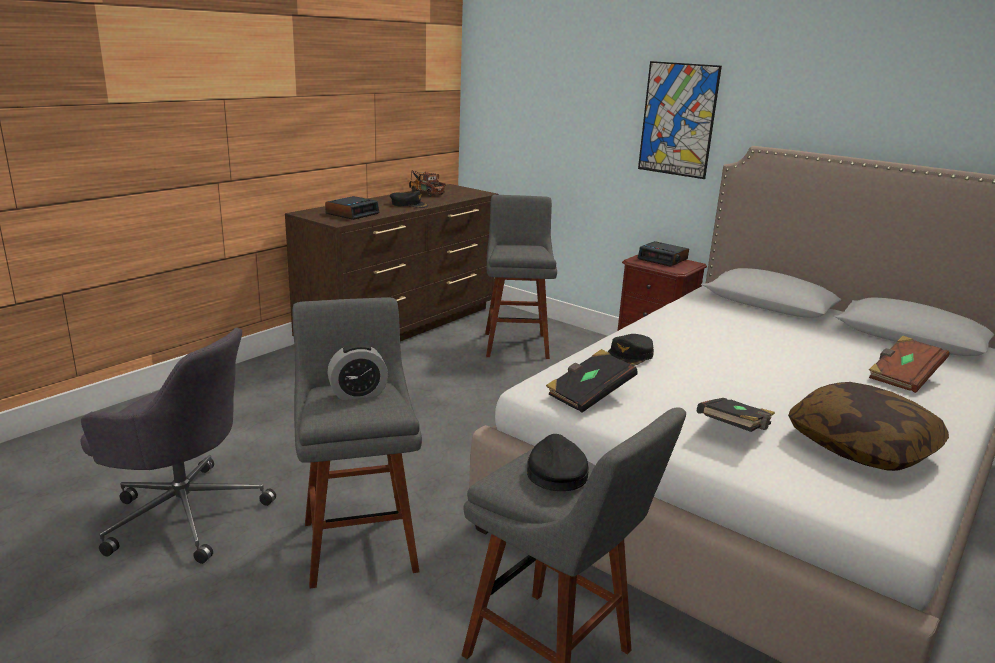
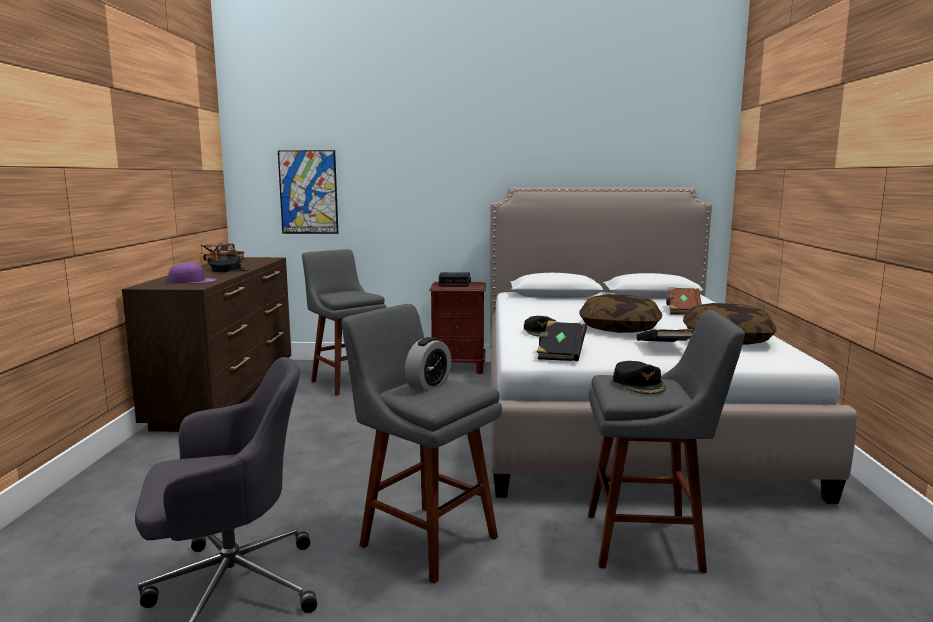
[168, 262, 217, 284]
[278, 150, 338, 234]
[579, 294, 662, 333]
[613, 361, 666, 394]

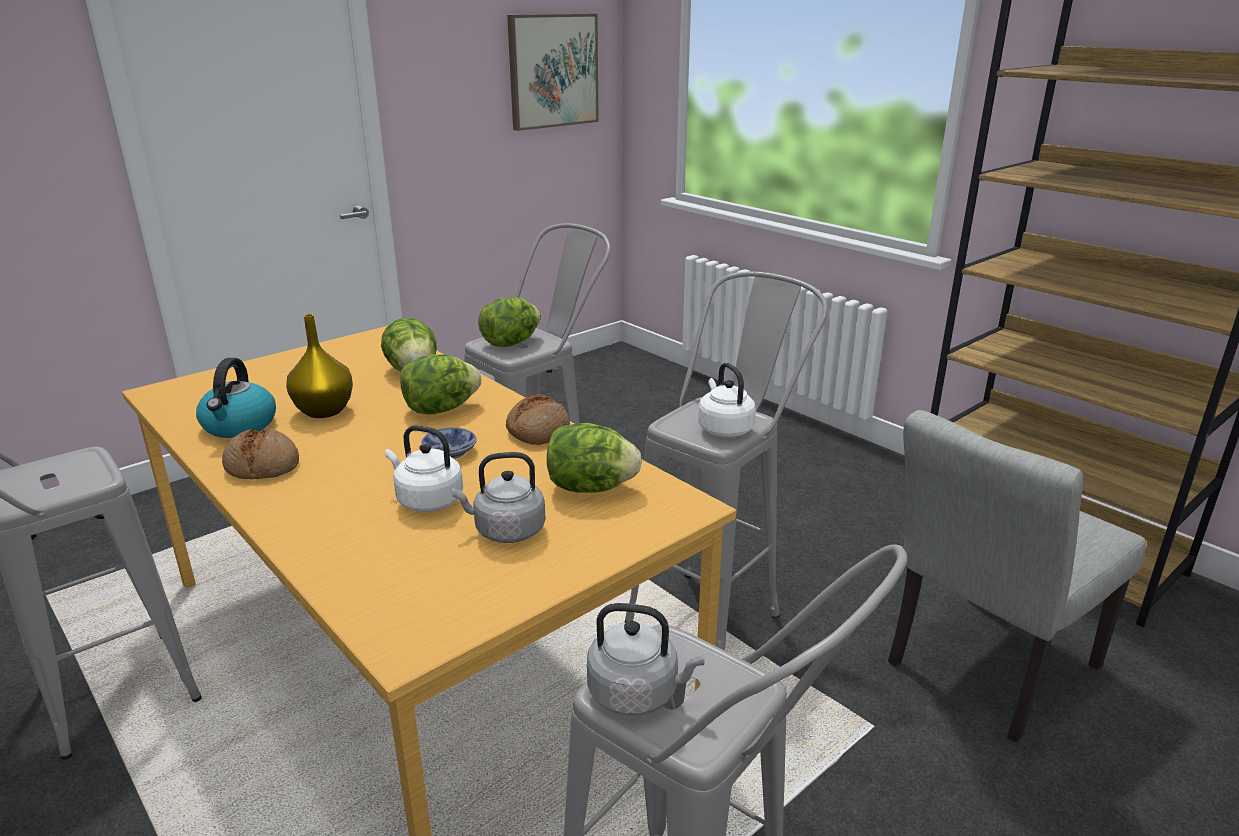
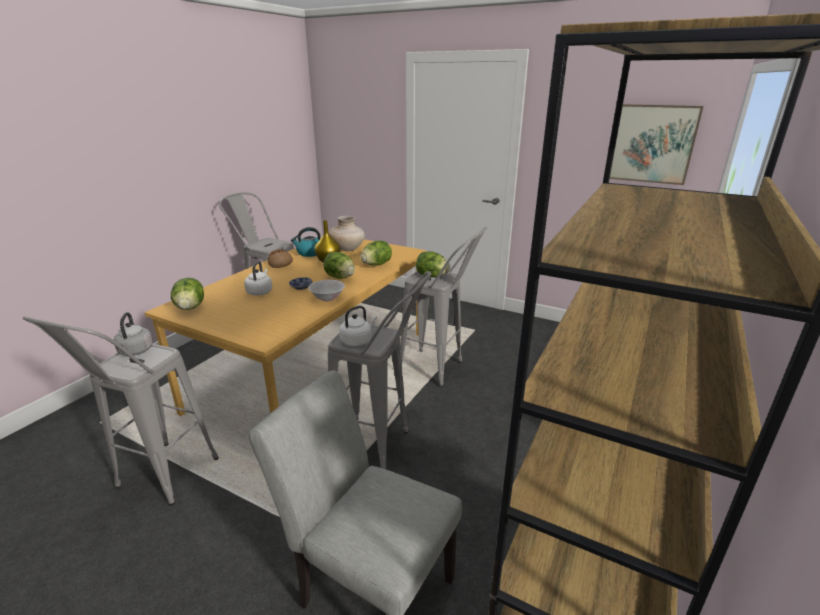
[171, 278, 204, 310]
[308, 280, 345, 301]
[329, 216, 365, 251]
[452, 452, 545, 543] (first image)

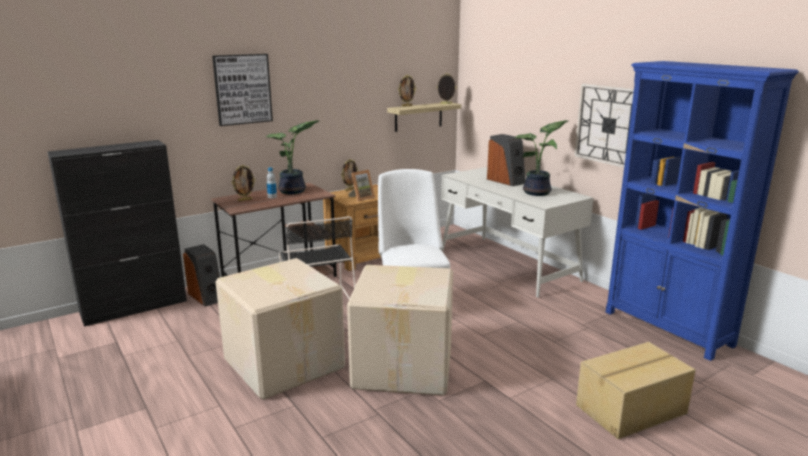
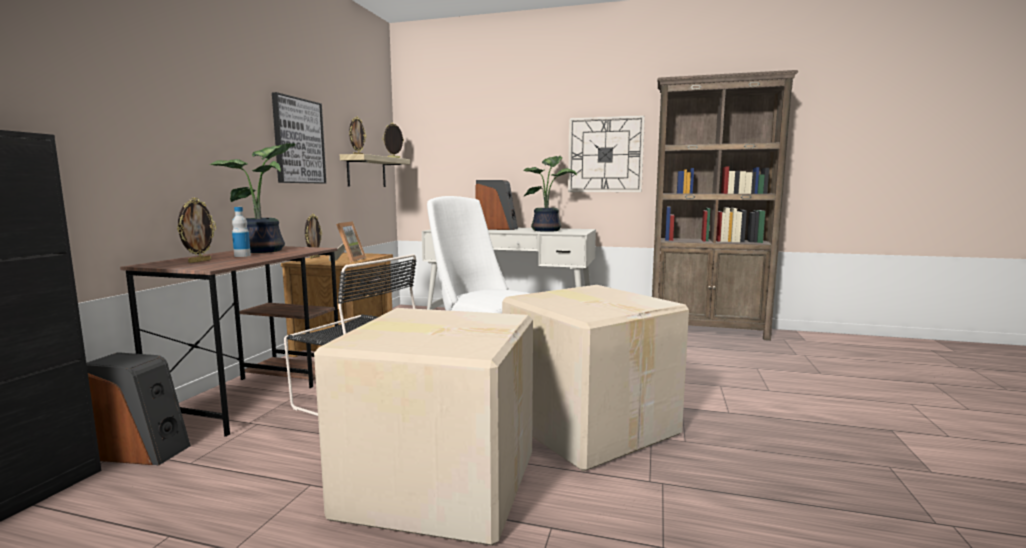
[272, 92, 326, 183]
[652, 70, 798, 341]
[576, 342, 696, 439] (first image)

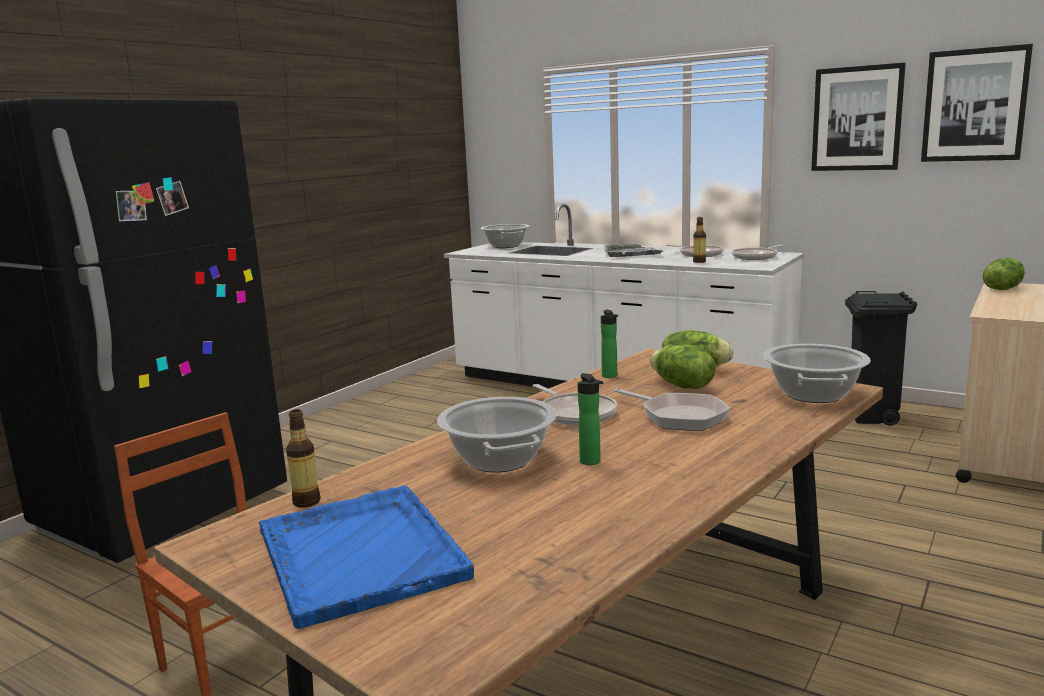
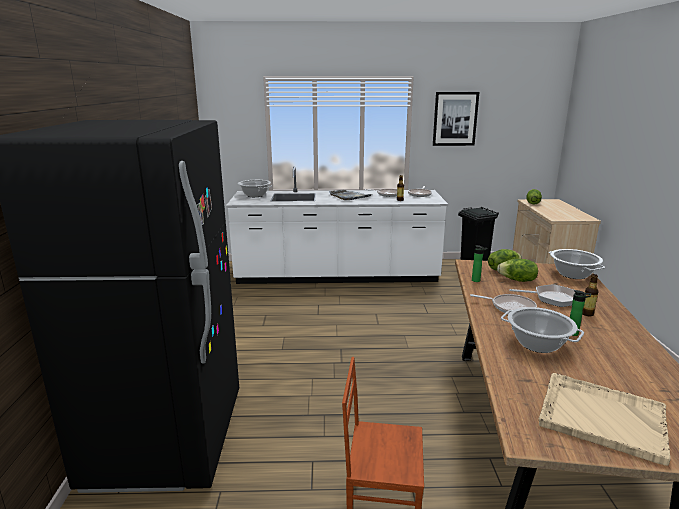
[539, 373, 671, 466]
[582, 274, 598, 316]
[921, 44, 1033, 162] (first image)

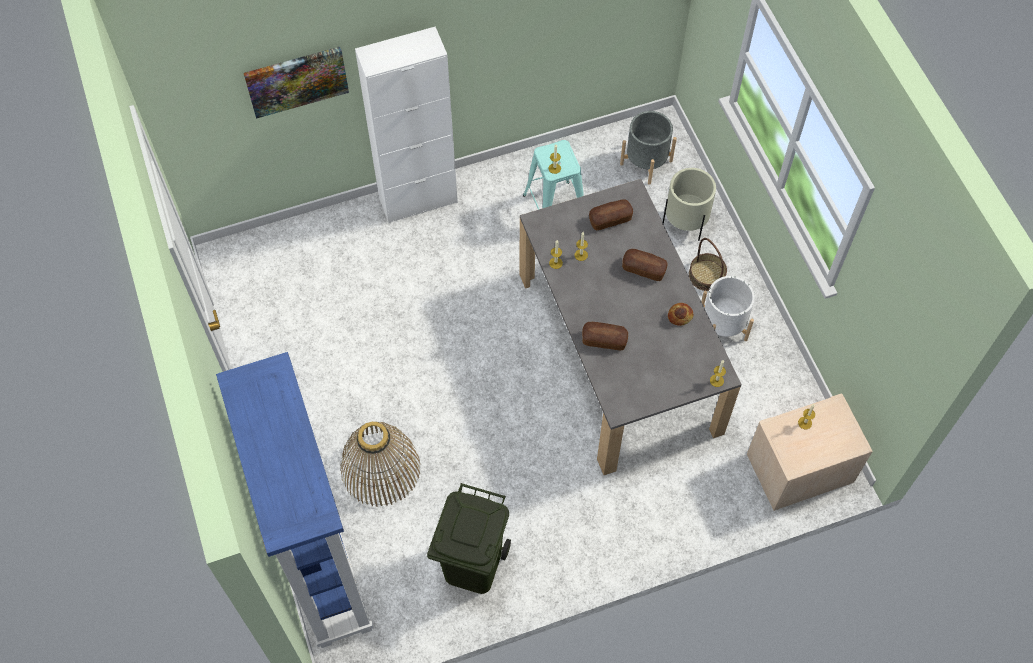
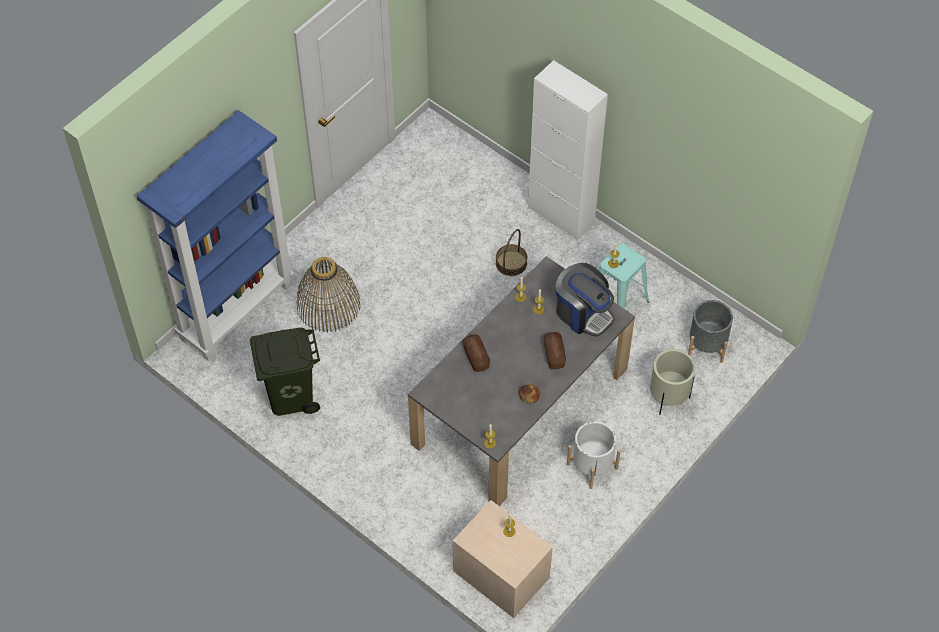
[496, 229, 527, 276]
[555, 263, 615, 337]
[244, 47, 349, 119] (first image)

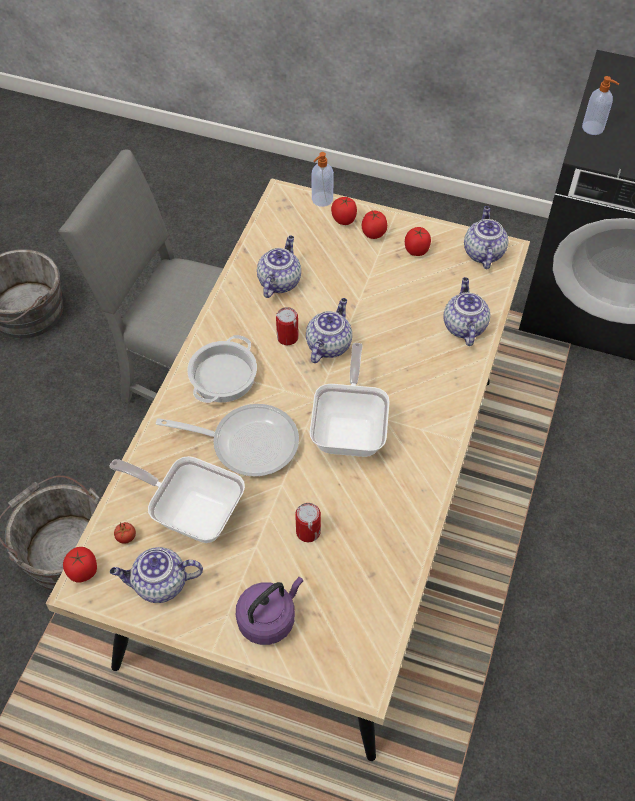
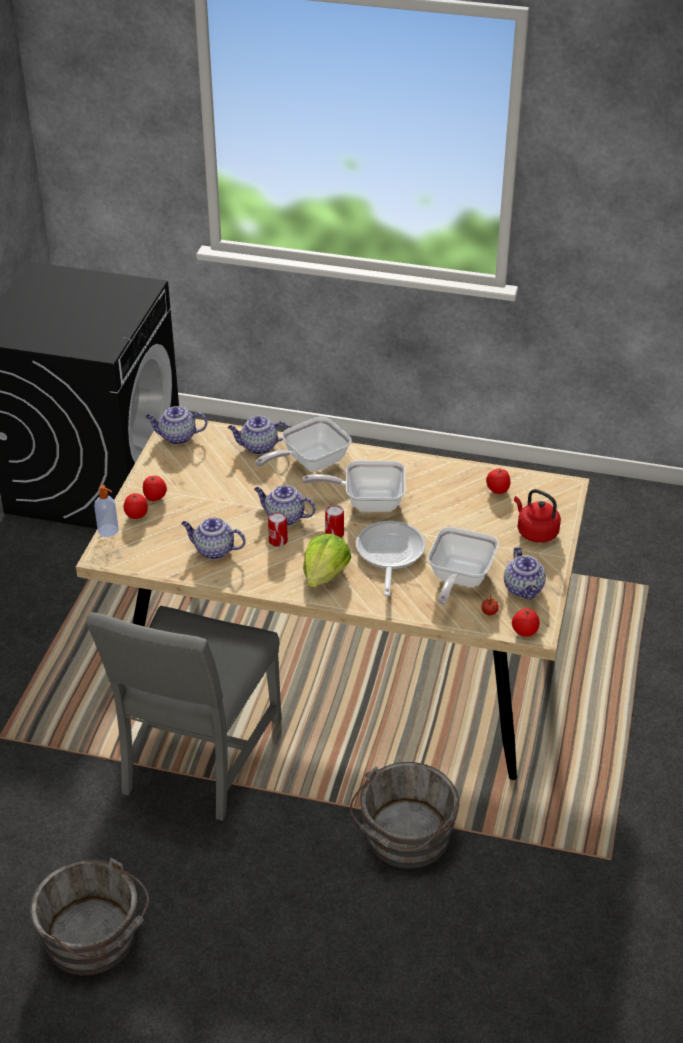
[256, 417, 351, 472]
[303, 534, 351, 588]
[325, 505, 344, 538]
[486, 469, 510, 494]
[514, 489, 561, 543]
[582, 76, 619, 135] (first image)

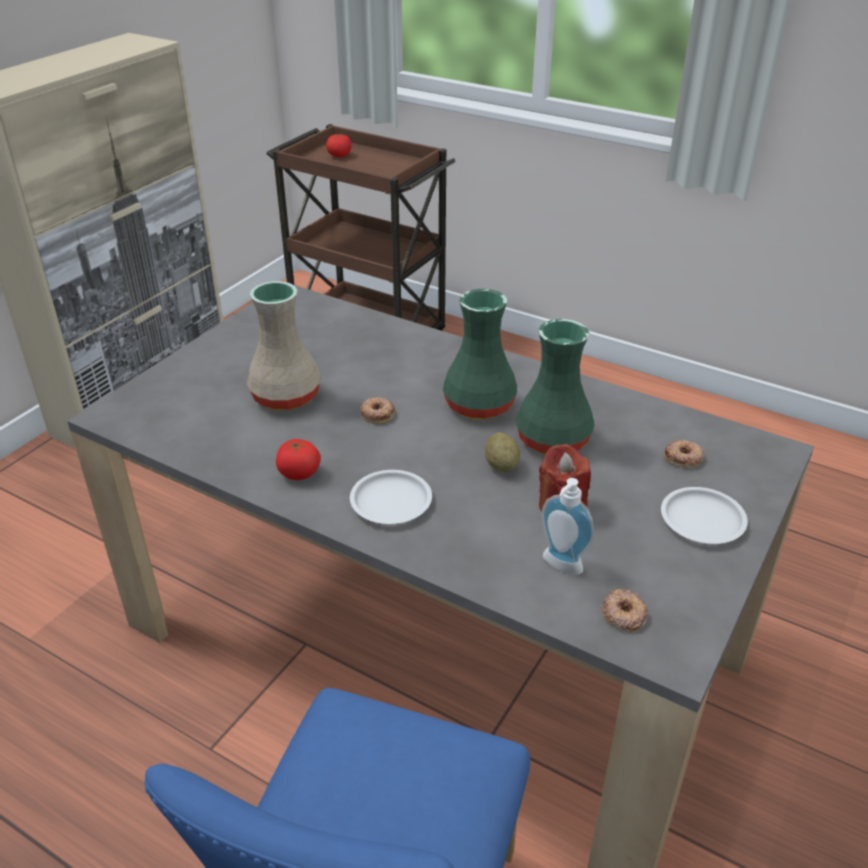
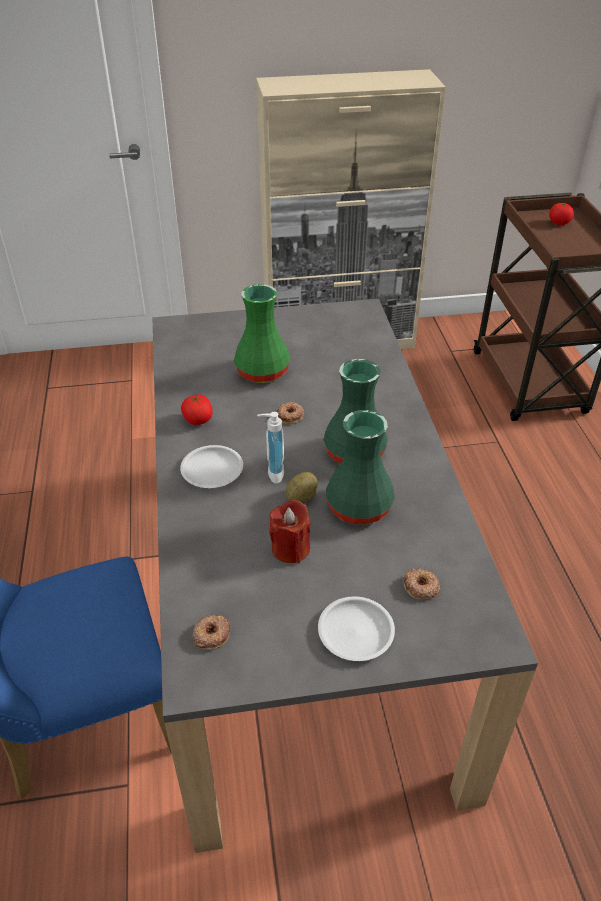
[234, 284, 290, 383]
[257, 412, 284, 484]

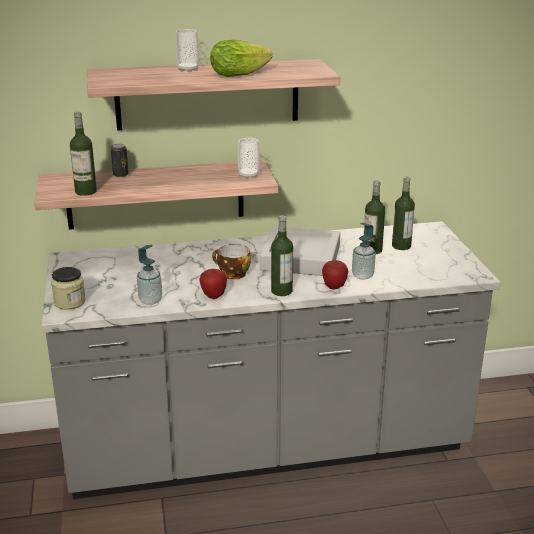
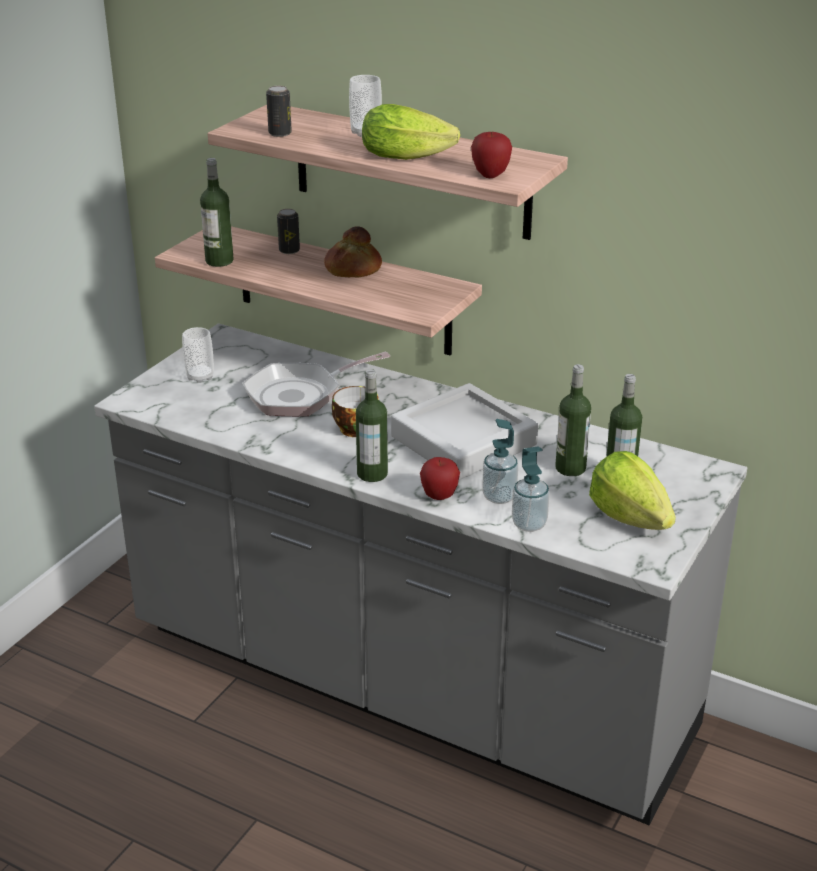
[182, 327, 214, 383]
[242, 352, 390, 416]
[266, 86, 292, 137]
[324, 226, 382, 277]
[471, 132, 512, 178]
[512, 446, 550, 532]
[589, 451, 676, 530]
[51, 267, 86, 310] (first image)

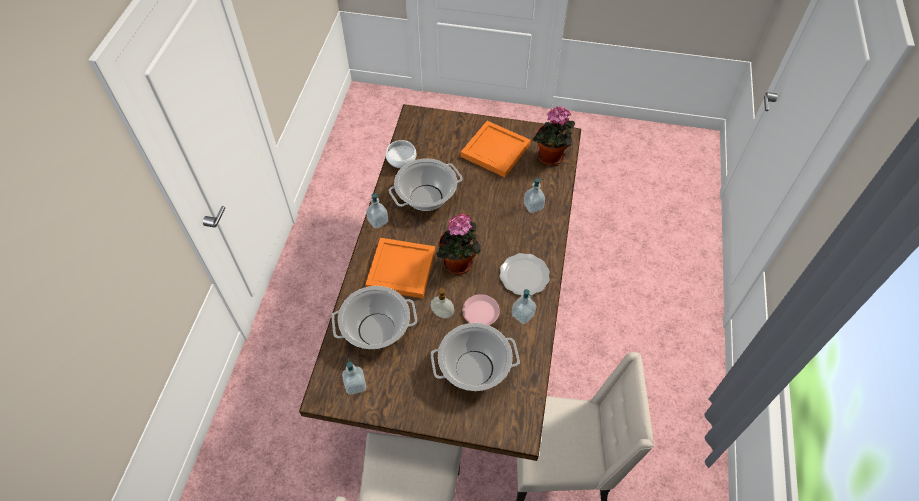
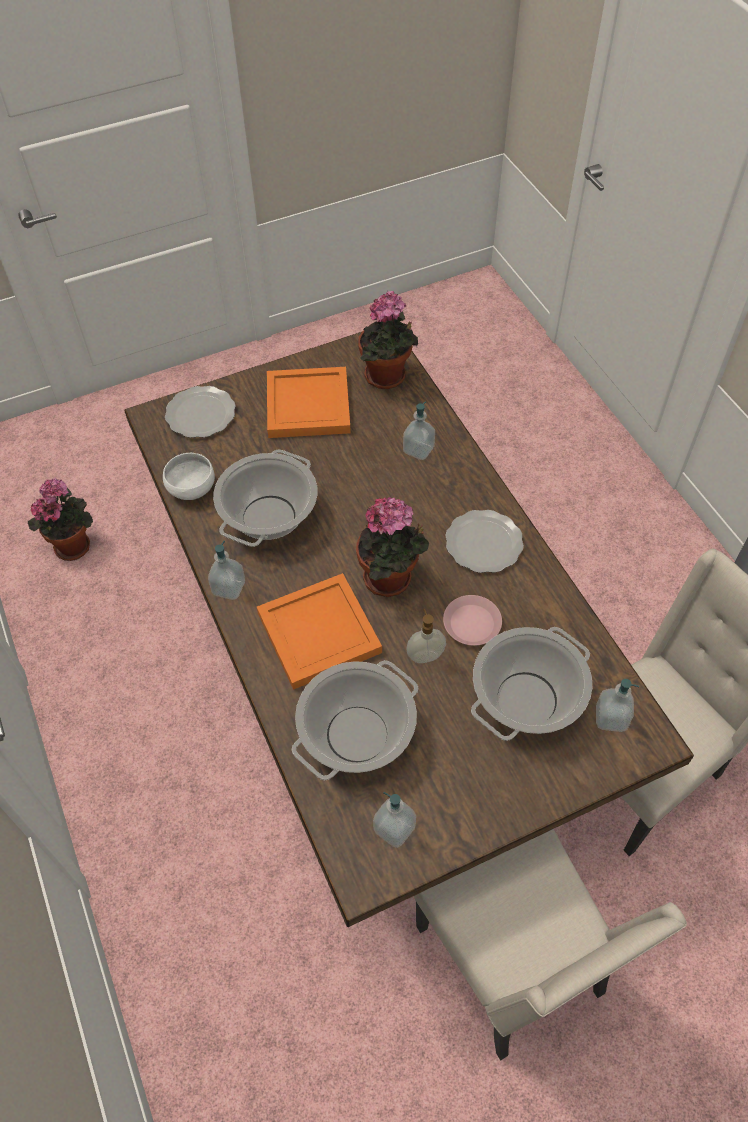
[28, 478, 93, 561]
[165, 386, 236, 438]
[596, 679, 639, 732]

